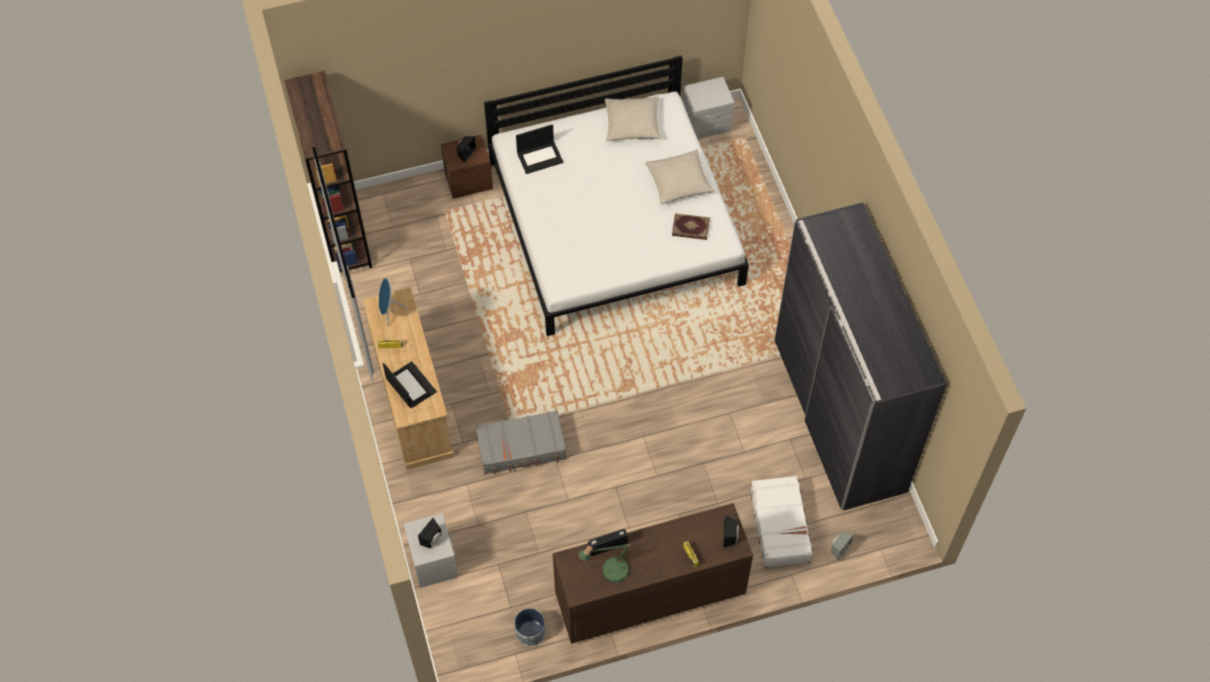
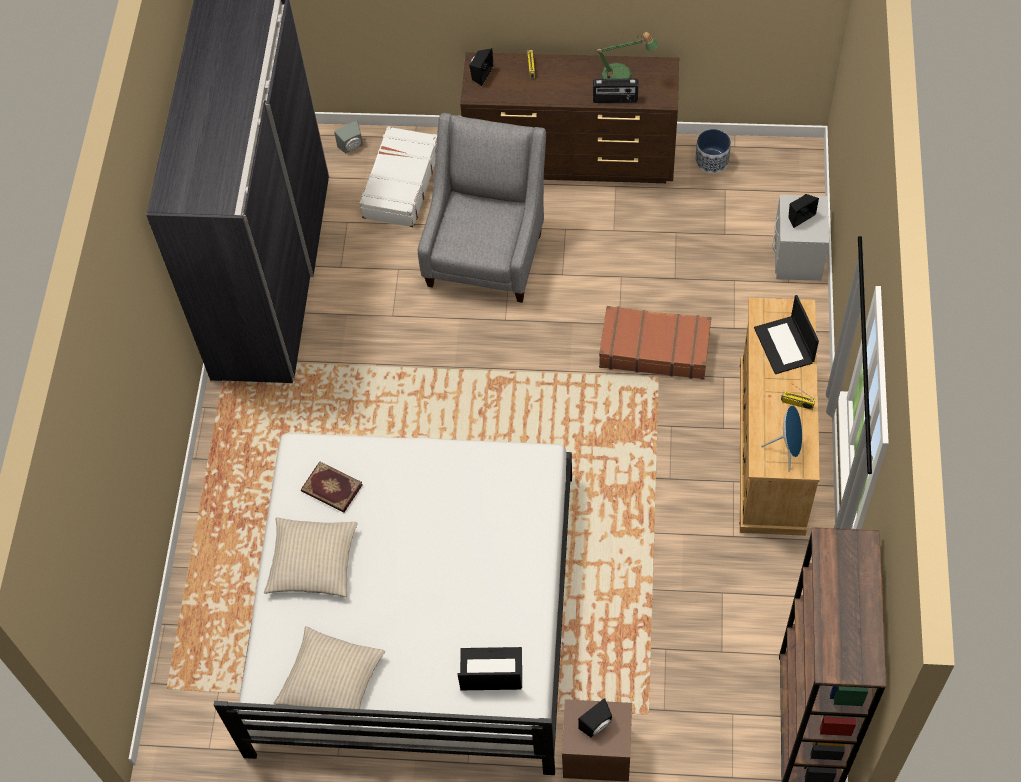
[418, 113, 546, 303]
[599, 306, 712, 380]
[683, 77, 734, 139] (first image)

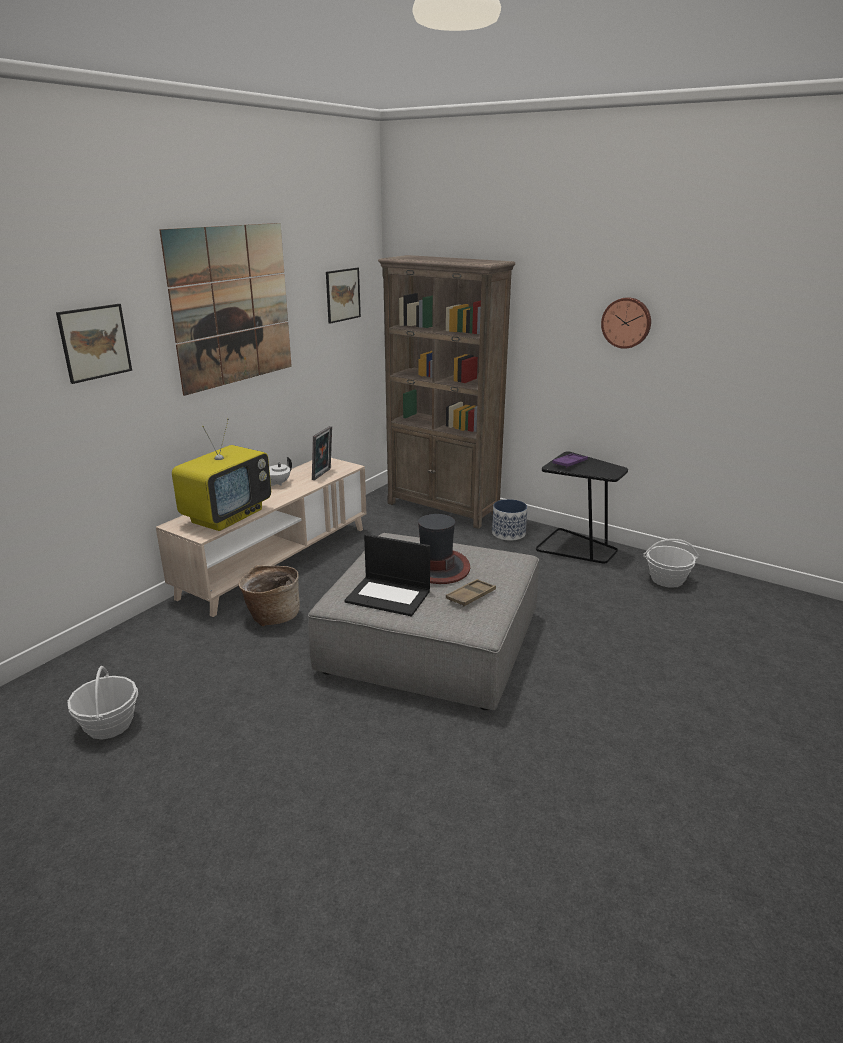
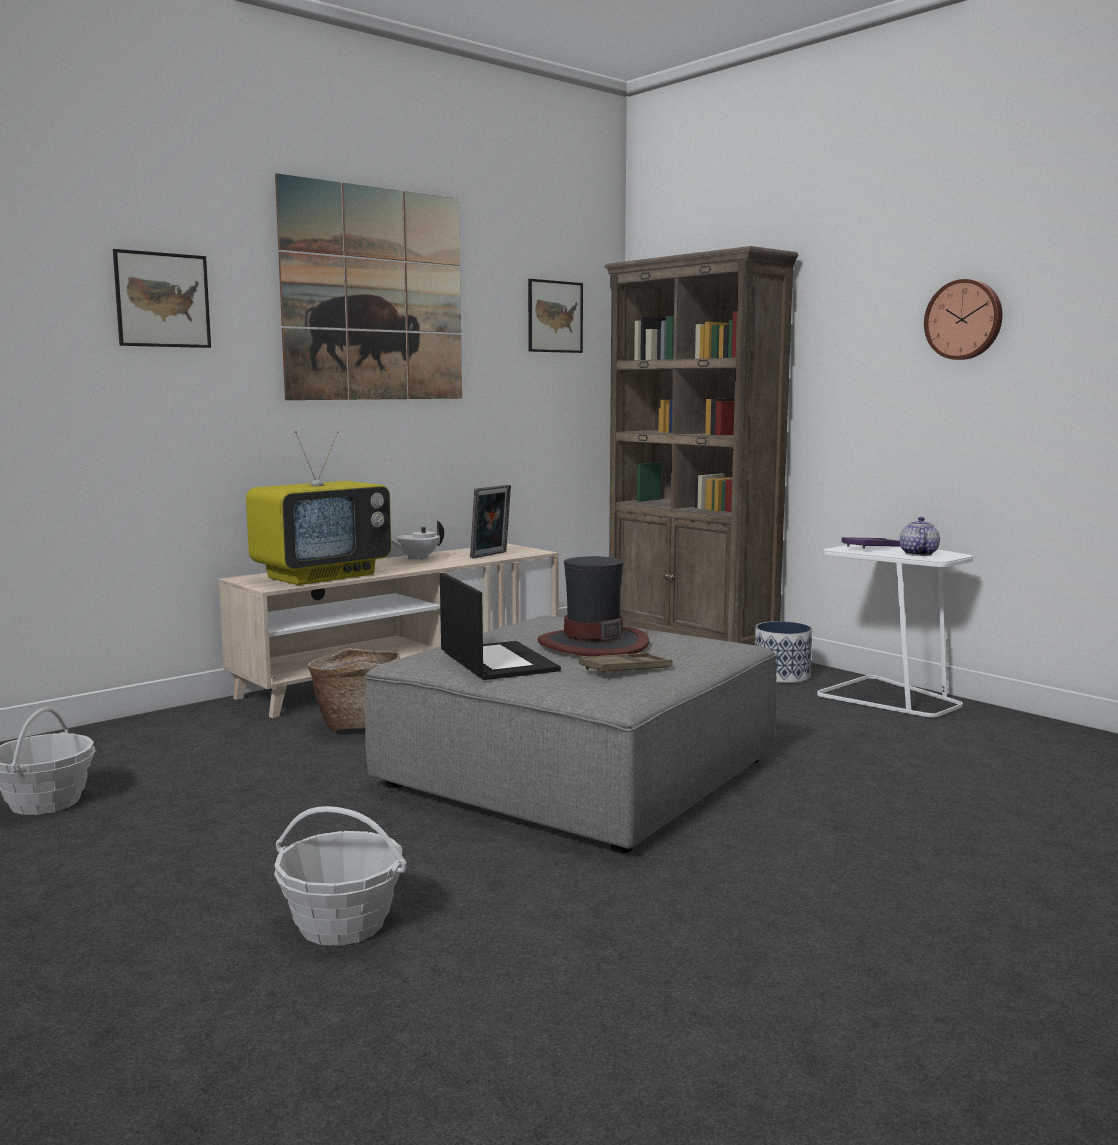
[274, 806, 407, 946]
[440, 573, 561, 680]
[817, 544, 973, 718]
[900, 517, 940, 556]

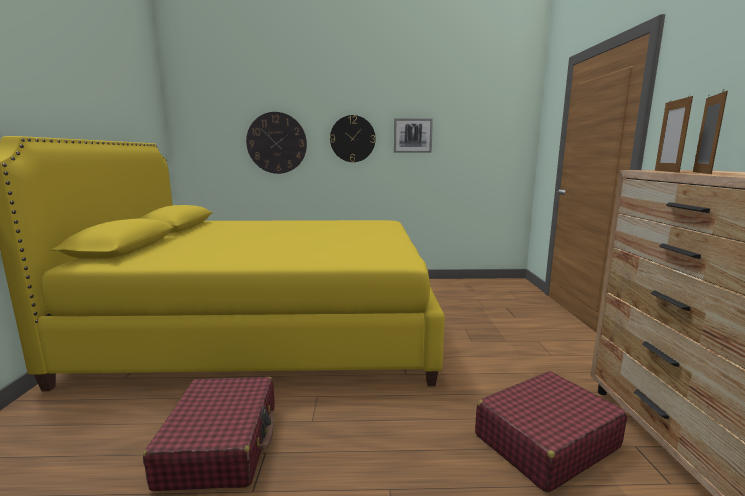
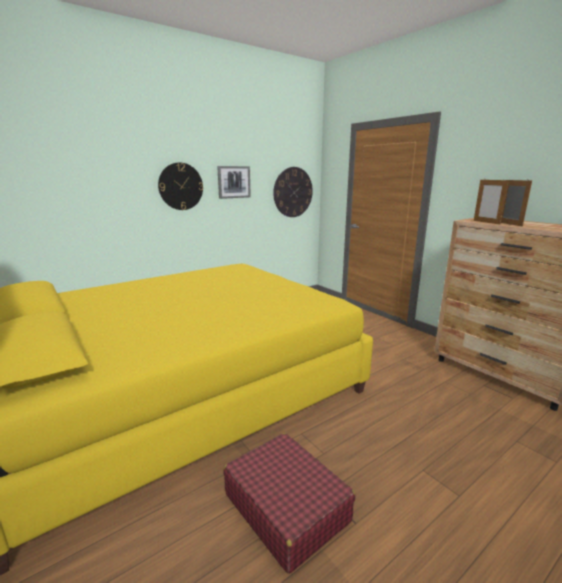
[273, 167, 313, 217]
[475, 371, 627, 493] (first image)

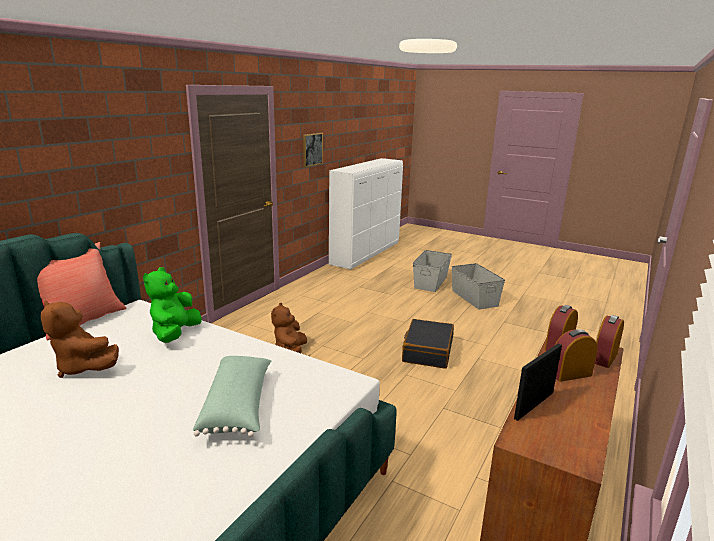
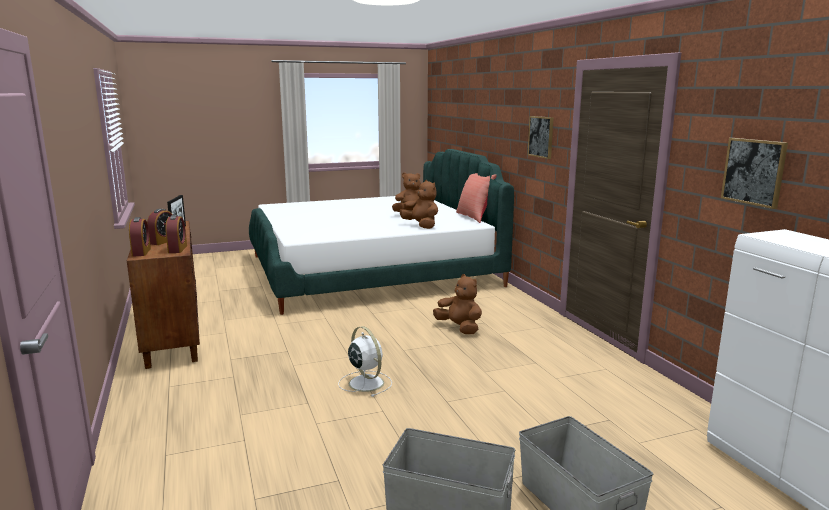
[338, 326, 392, 397]
[400, 180, 438, 229]
[528, 116, 553, 159]
[193, 356, 271, 437] (first image)

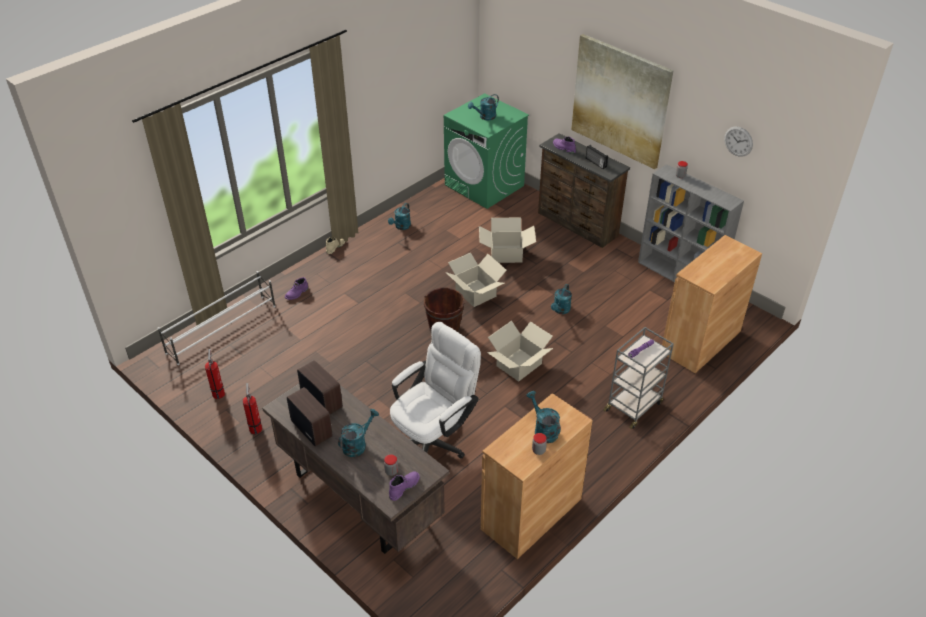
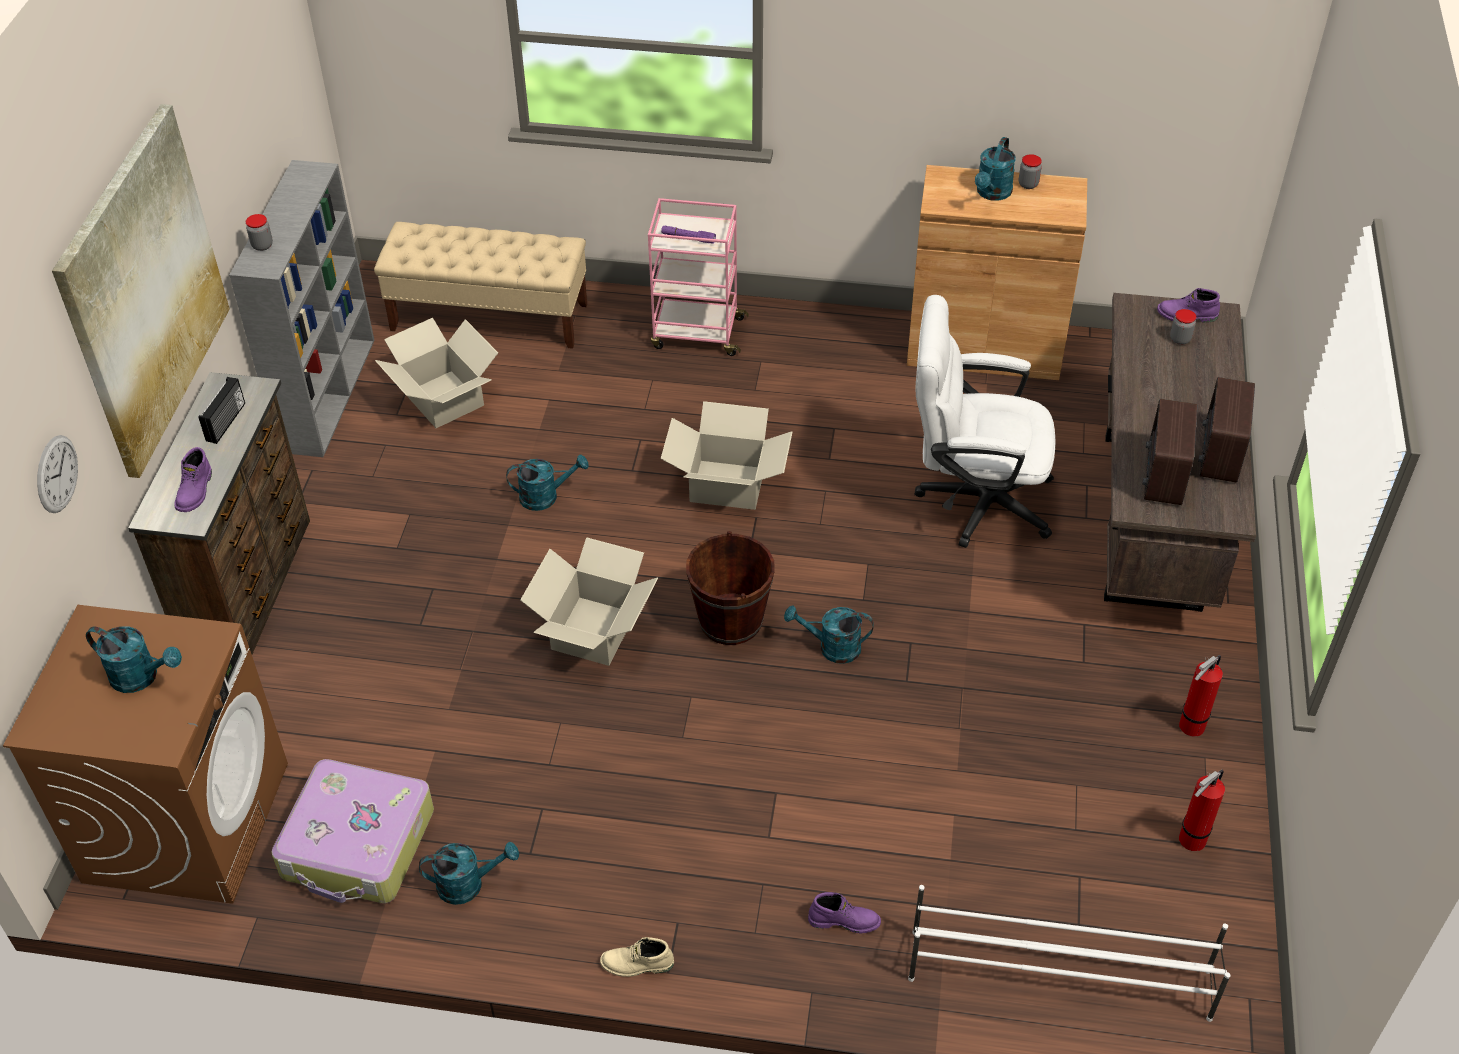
[3, 605, 288, 904]
[37, 435, 78, 513]
[272, 759, 434, 903]
[374, 222, 587, 349]
[375, 318, 498, 428]
[648, 198, 749, 356]
[784, 605, 874, 664]

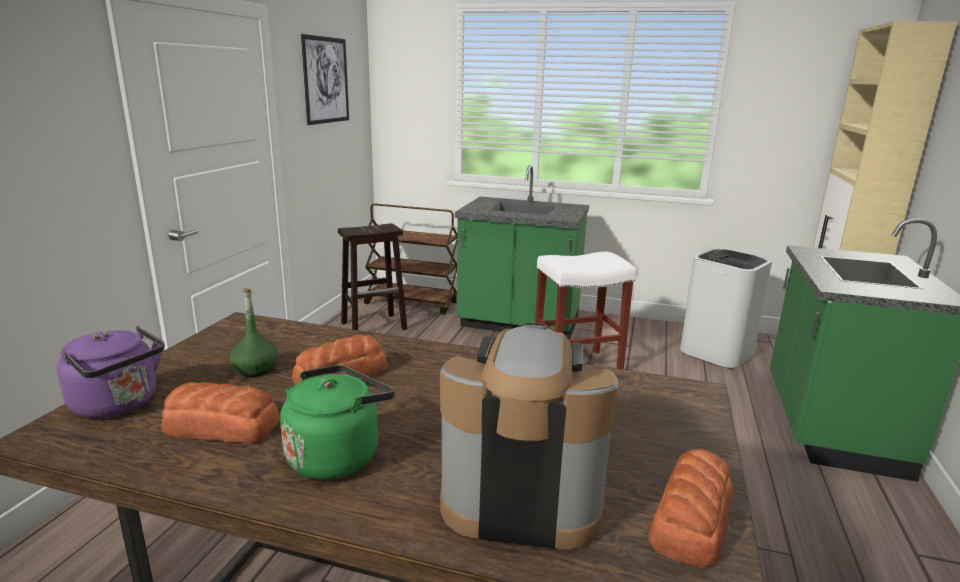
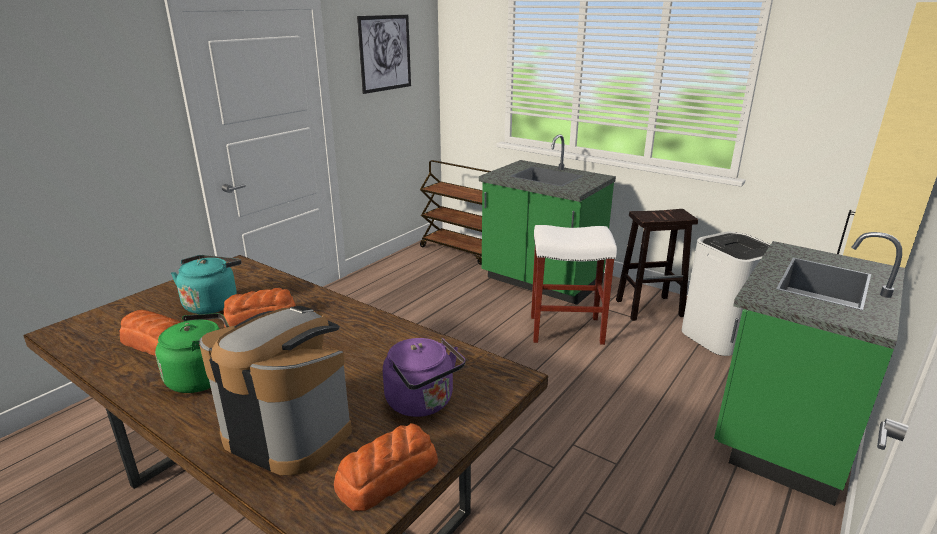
[171, 255, 241, 314]
[383, 338, 466, 417]
[616, 209, 698, 321]

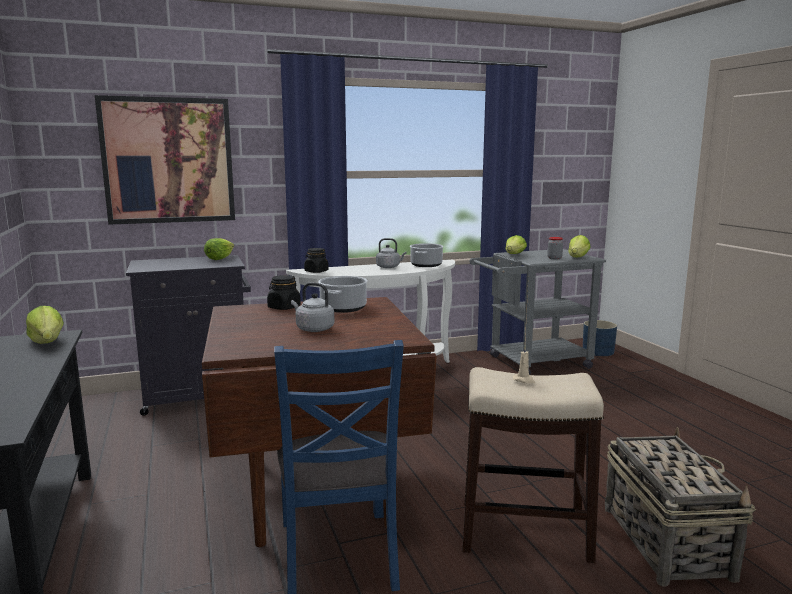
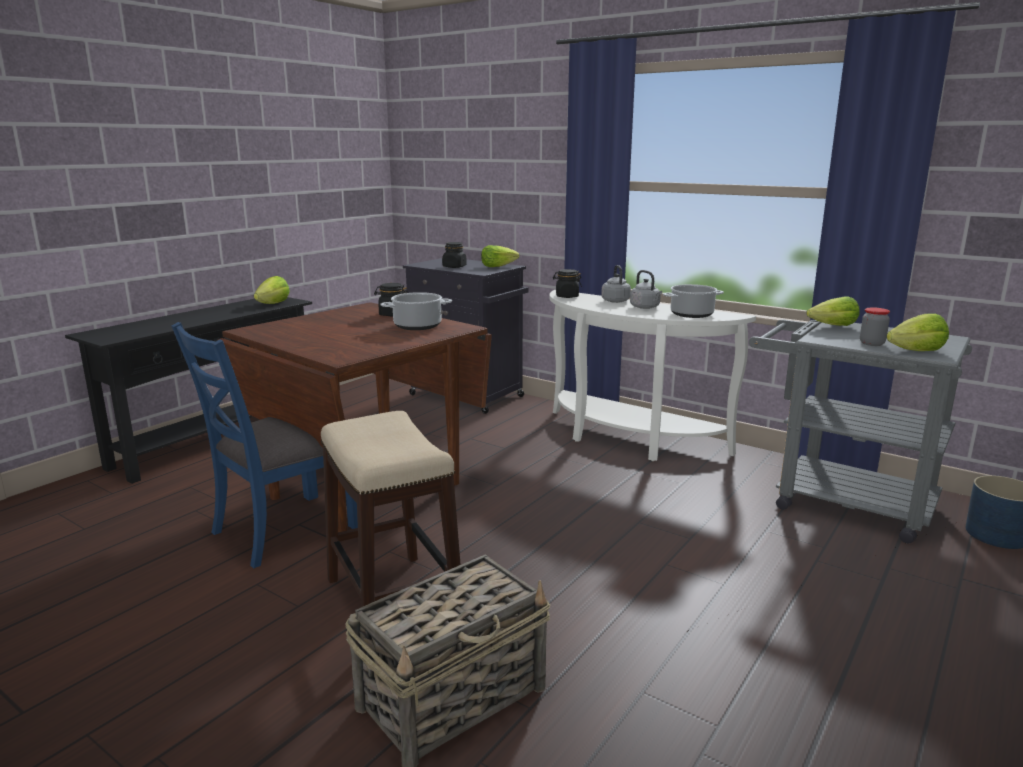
[442, 242, 467, 268]
[601, 265, 631, 303]
[95, 95, 235, 225] (first image)
[513, 345, 535, 384] (first image)

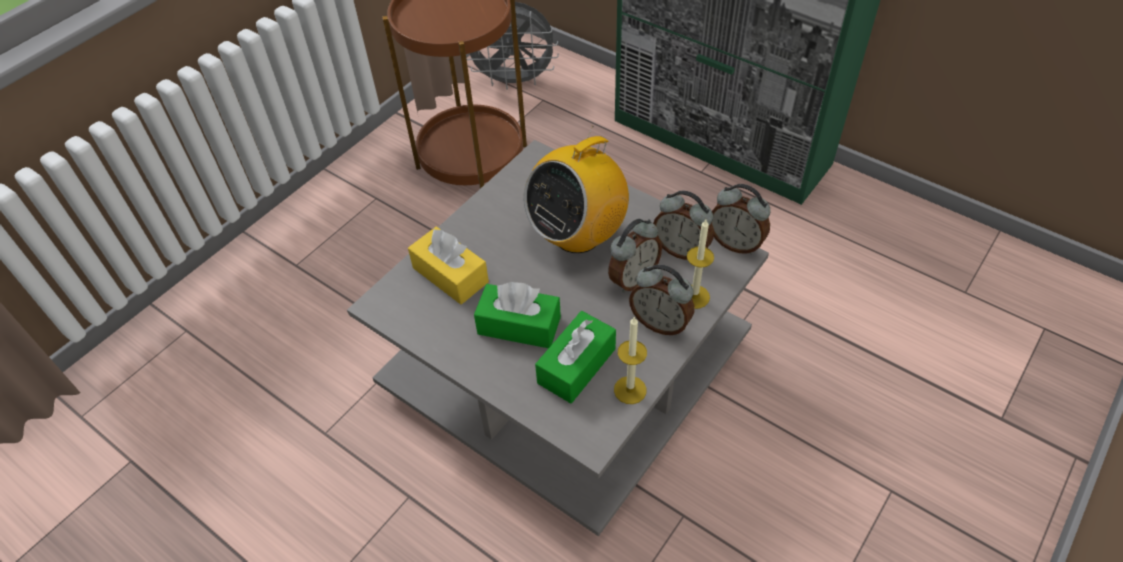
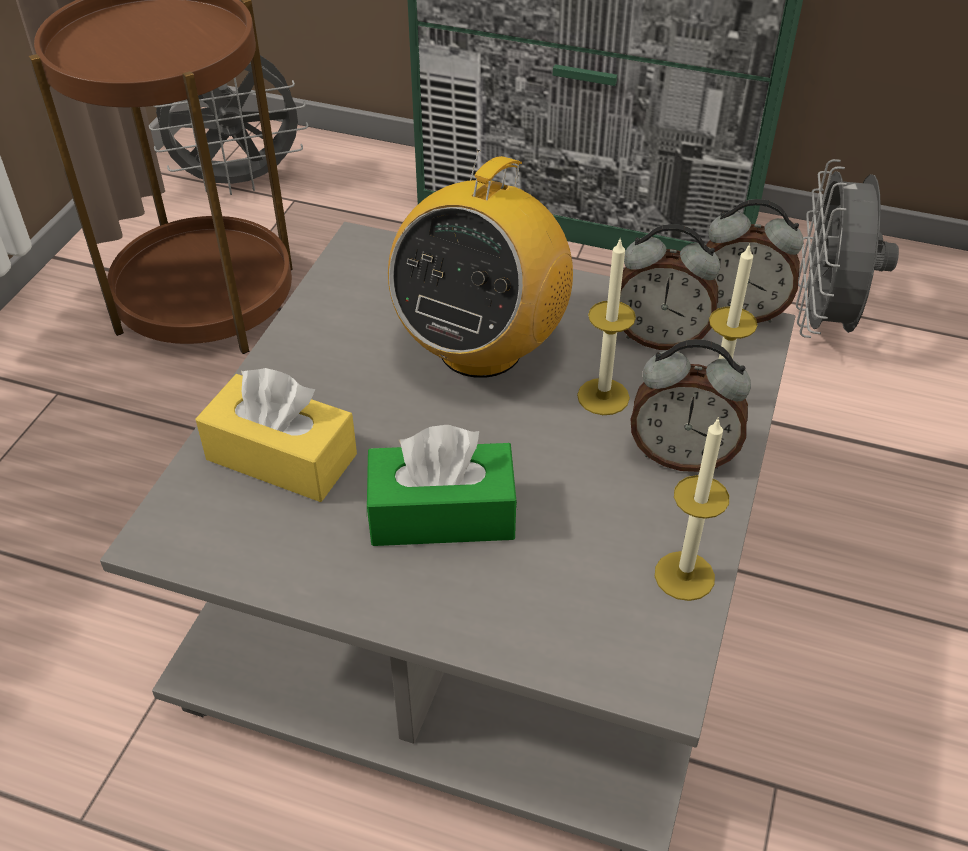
[577, 237, 636, 415]
[796, 159, 899, 338]
[535, 311, 616, 403] (first image)

